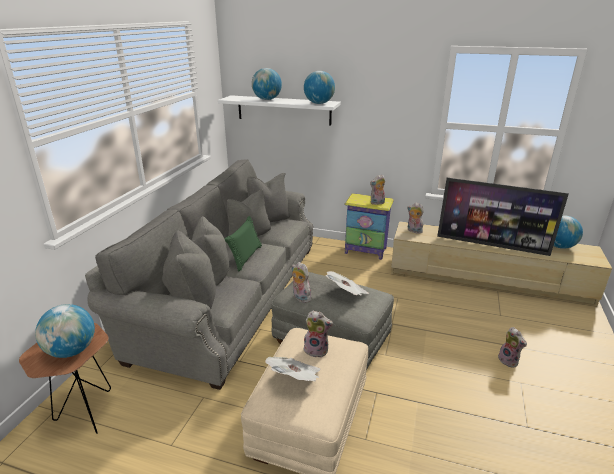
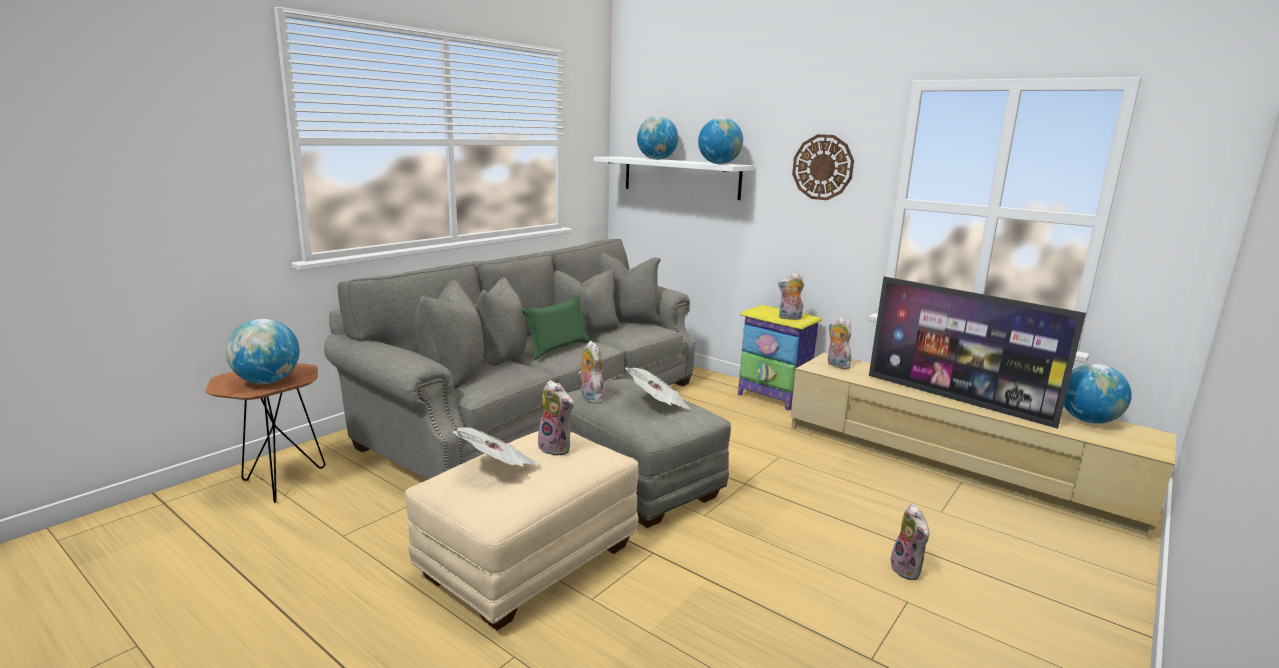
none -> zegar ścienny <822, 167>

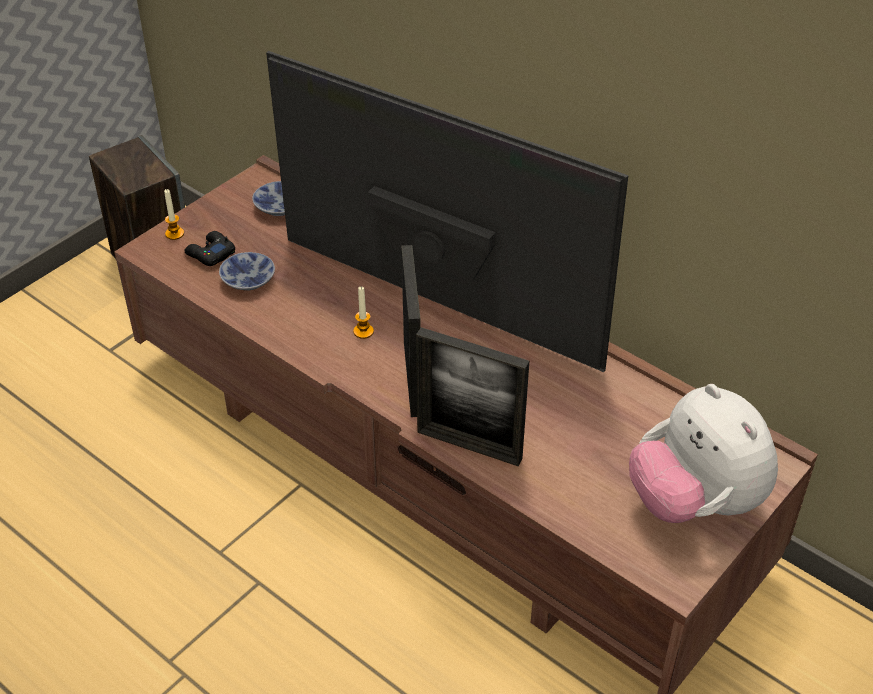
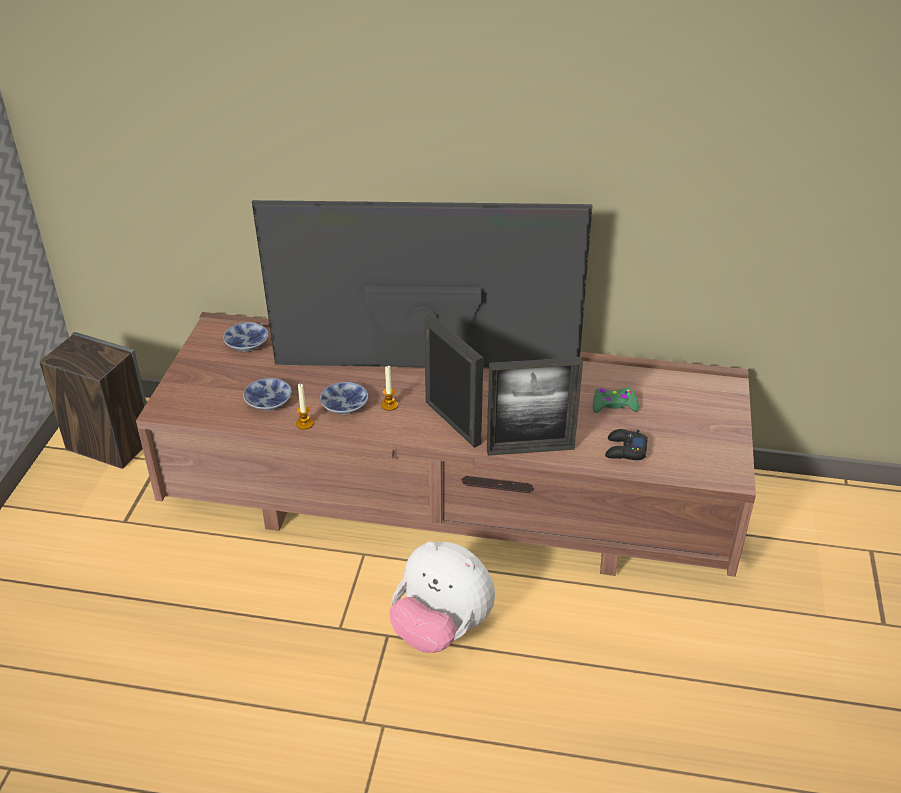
świeca <174, 234> -> świeca <304, 424>, moved
pad do gier [czarny] <210, 253> -> pad do gier [czarny] <625, 450>, moved
pluszak <695, 502> -> pluszak <441, 629>, moved
none -> miska <345, 407>
none -> pad do gier [zielony] <614, 405>

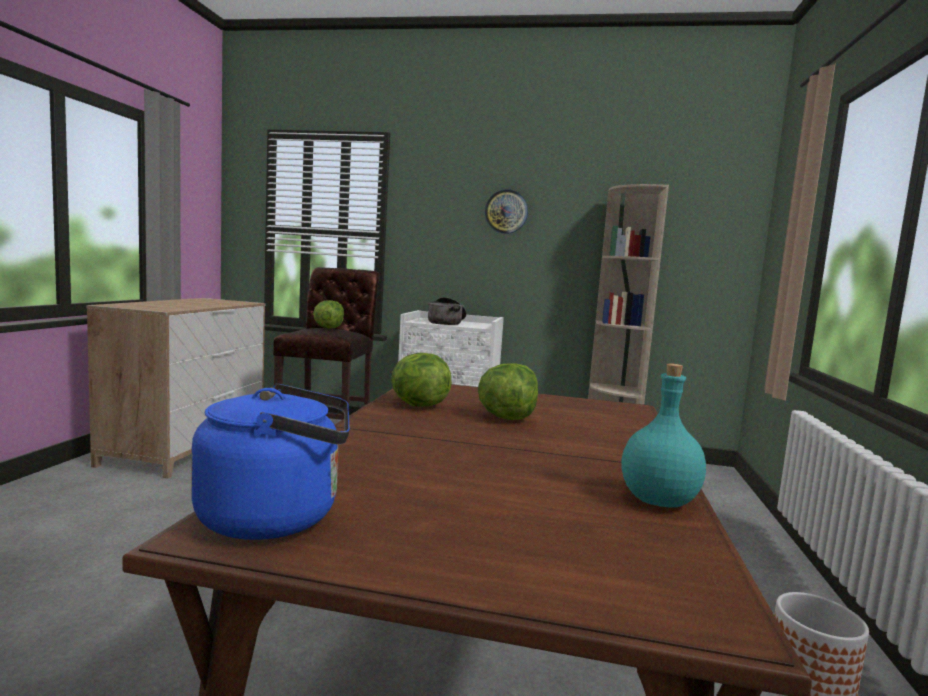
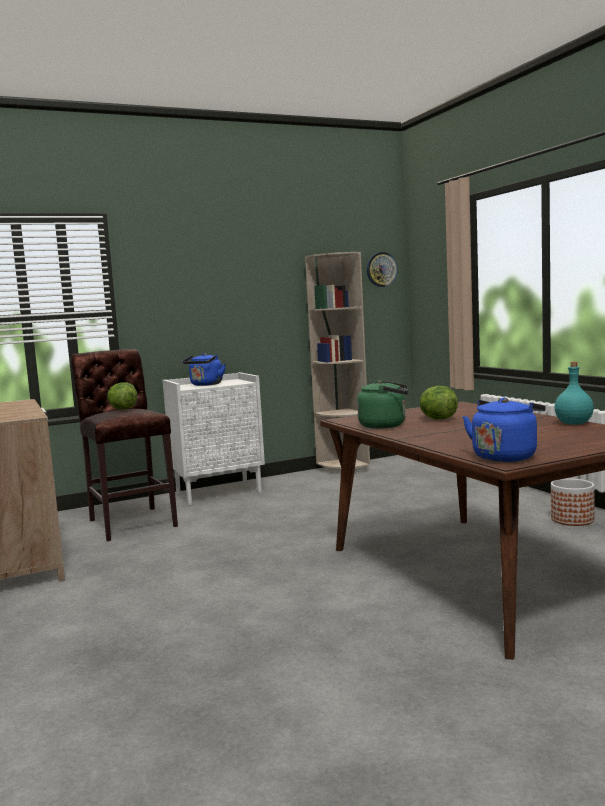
zegar ścienny <506, 211> -> zegar ścienny <381, 269>, moved
garnek <446, 322> -> czajnik [niebieski] <205, 385>
sałata <417, 405> -> czajnik [zielony] <385, 425>

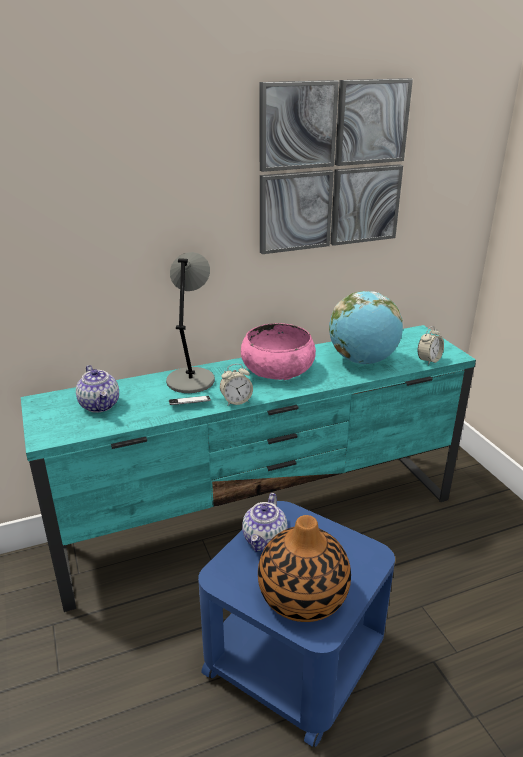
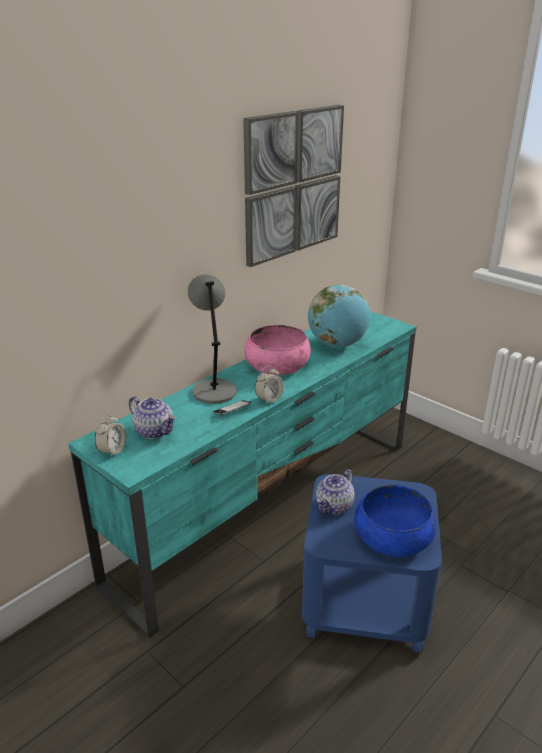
budzik <428, 360> -> budzik <112, 451>, moved
imbryk <265, 539> -> imbryk <334, 506>, 45 degrees clockwise
wazon <302, 596> -> miska [niebieski] <393, 536>

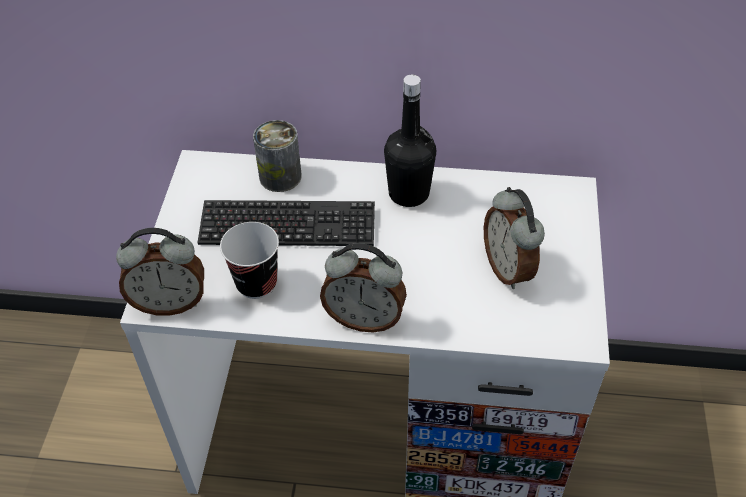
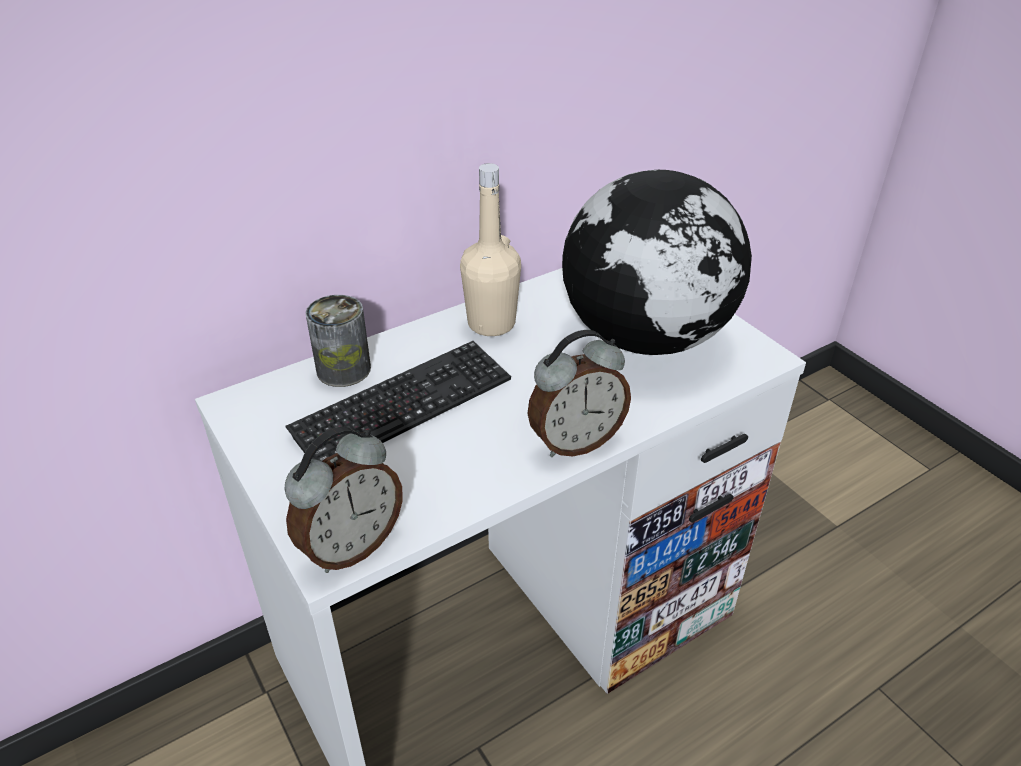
butelka [czarny] <409, 193> -> butelka [beżowy] <491, 323>
budzik <508, 268> -> globus <647, 336>
filiżanka <256, 283> -> none

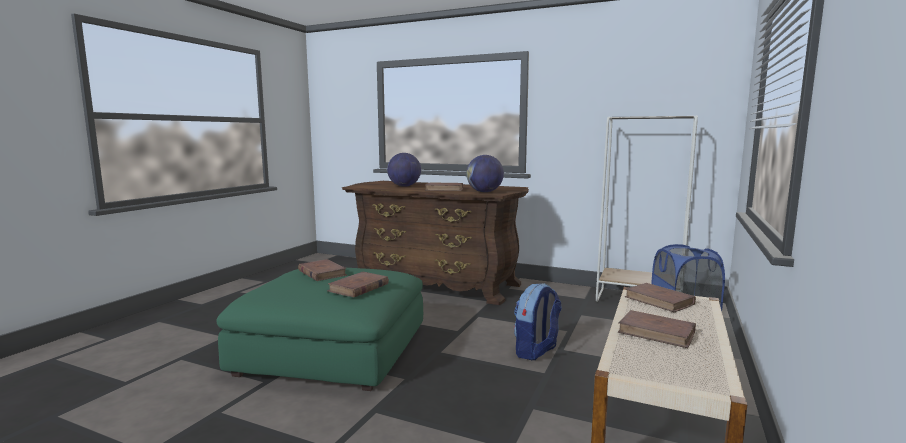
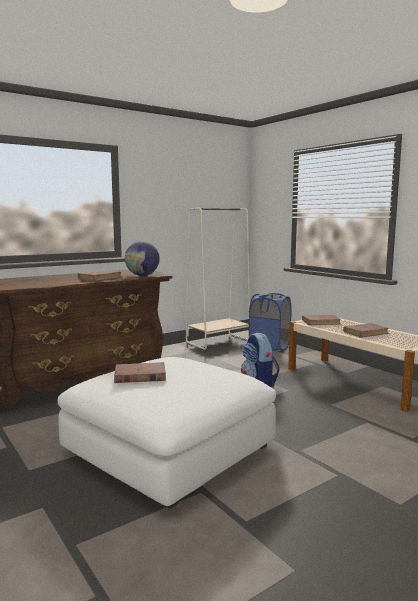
globus <404, 186> -> none
pufa [zielony] <333, 350> -> pufa [biały] <169, 448>
książka [brązowy] <358, 287> -> none

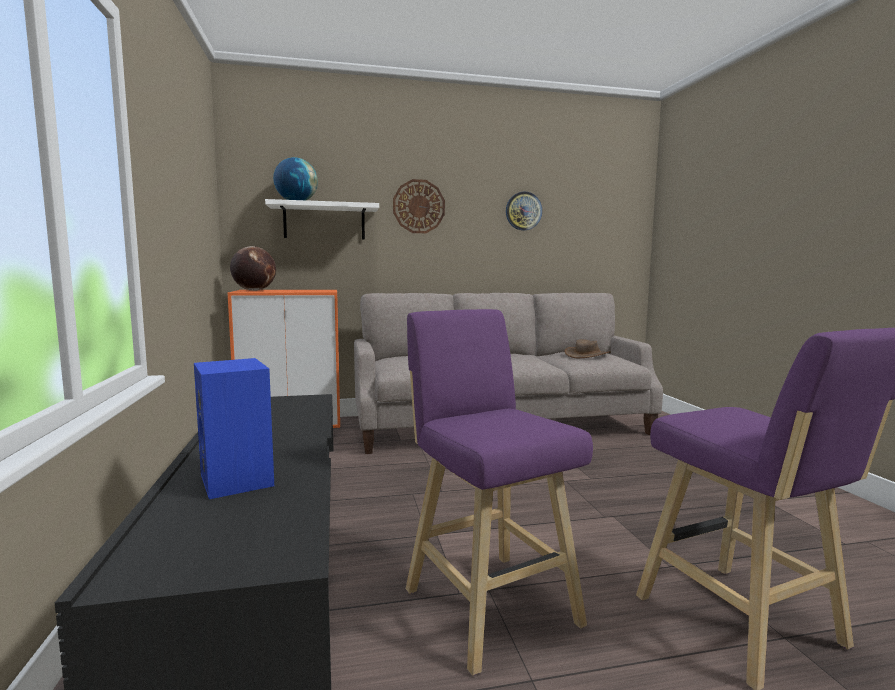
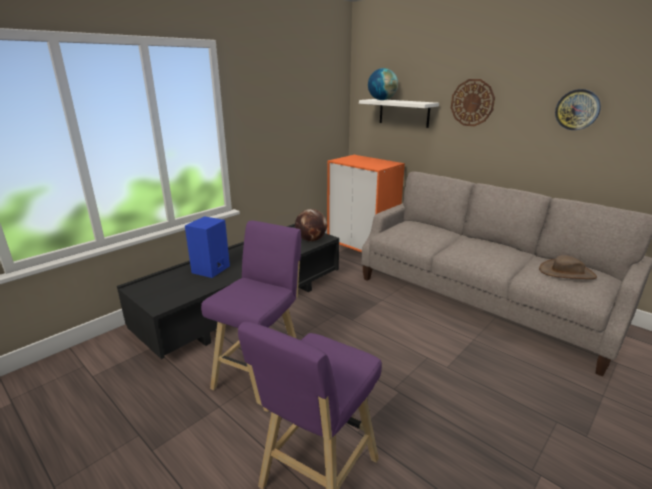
globus <254, 290> -> globus <311, 240>, moved

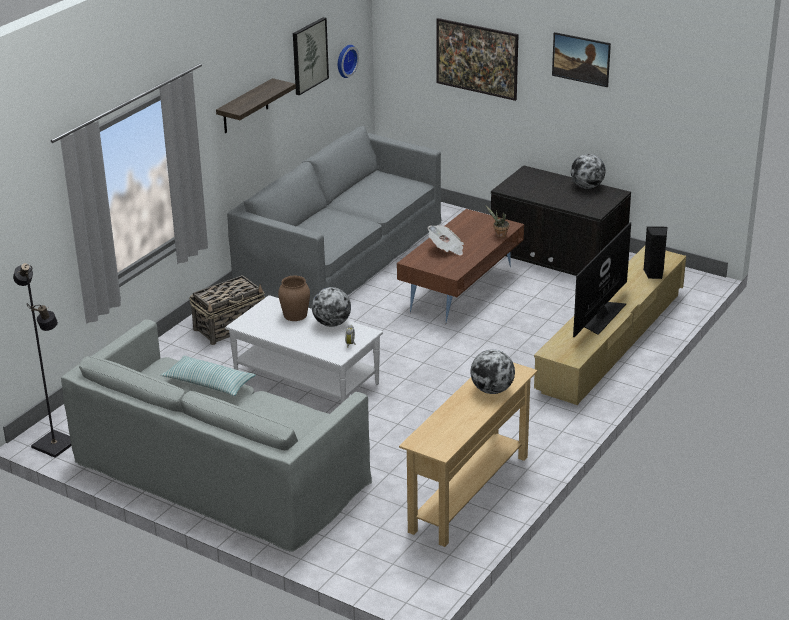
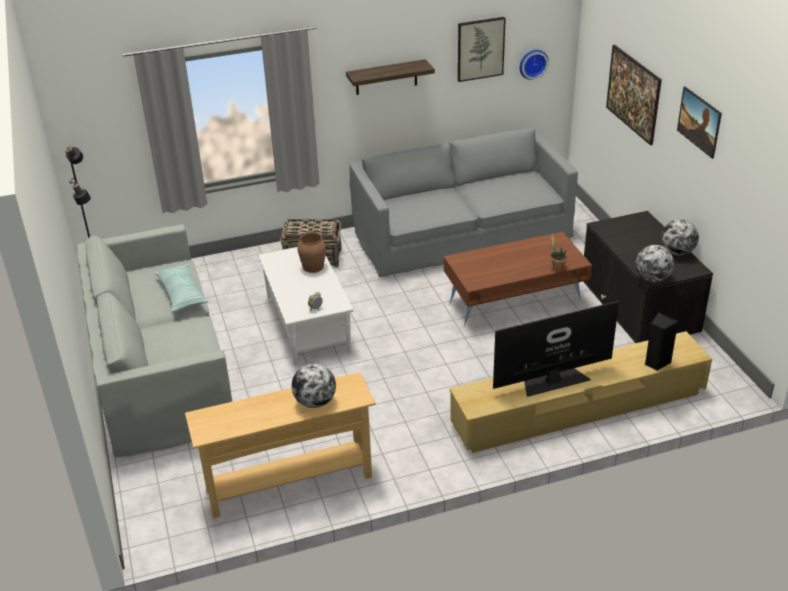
gazeta <446, 249> -> none
globus <332, 323> -> globus <652, 278>, moved

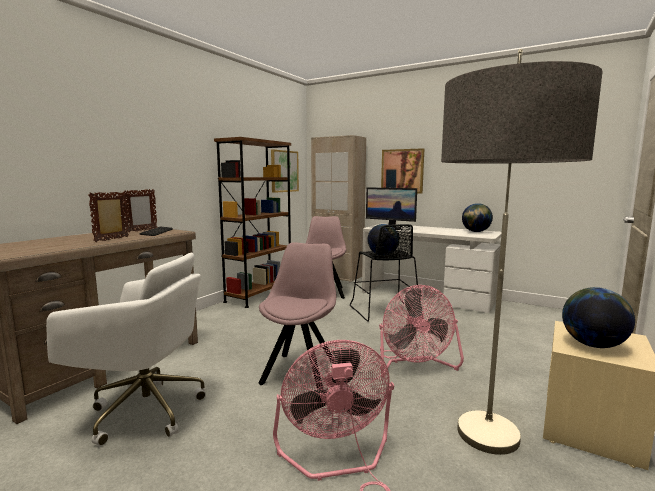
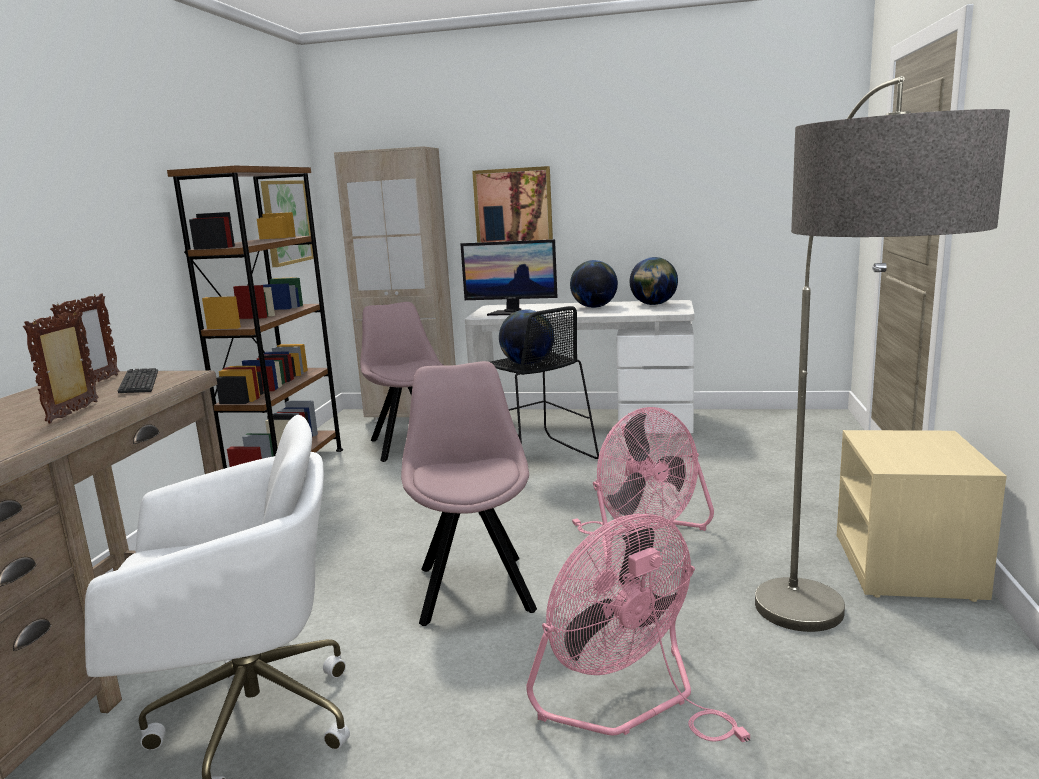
globus <593, 345> -> globus <594, 307>, moved

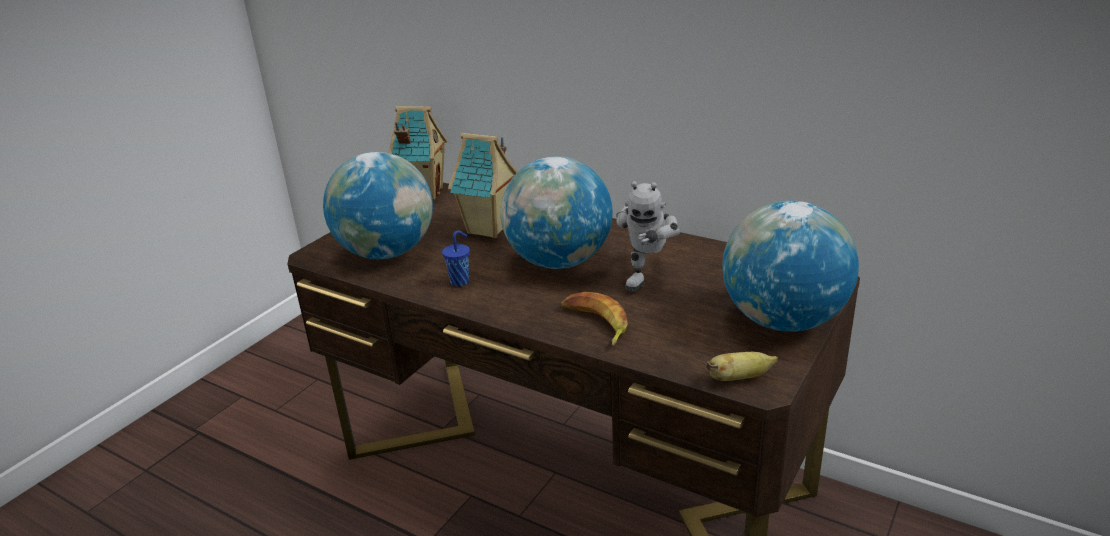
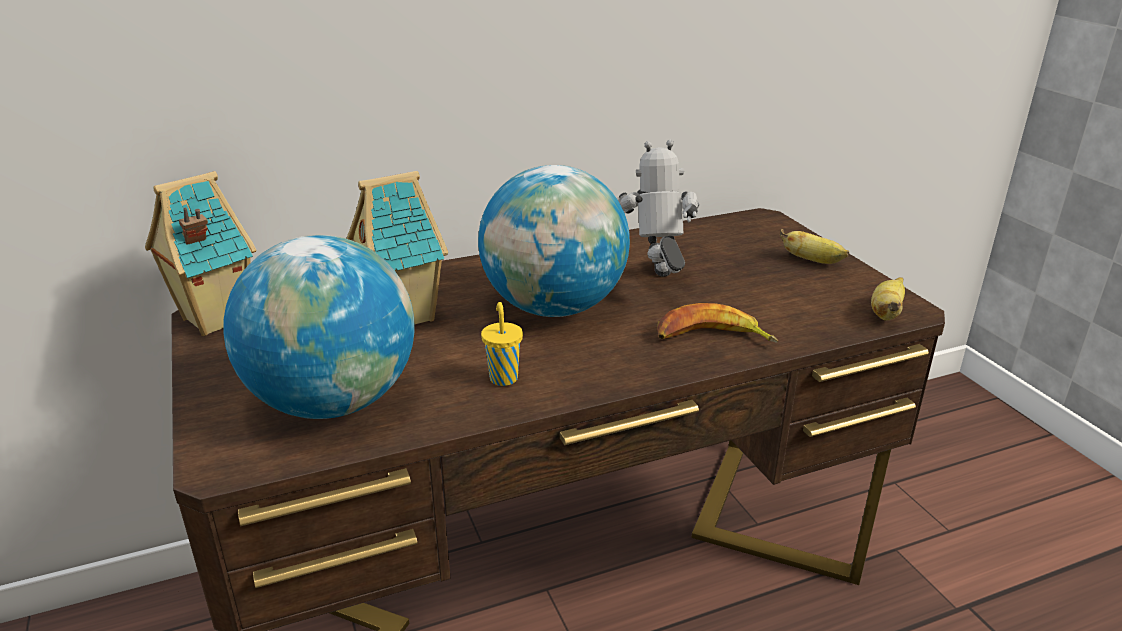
robot zabawkowy <647, 277> -> robot zabawkowy <658, 281>, 150 degrees counterclockwise
globus <783, 320> -> banan <812, 261>
filiżanka [niebieski] <460, 281> -> filiżanka [żółty] <503, 377>

